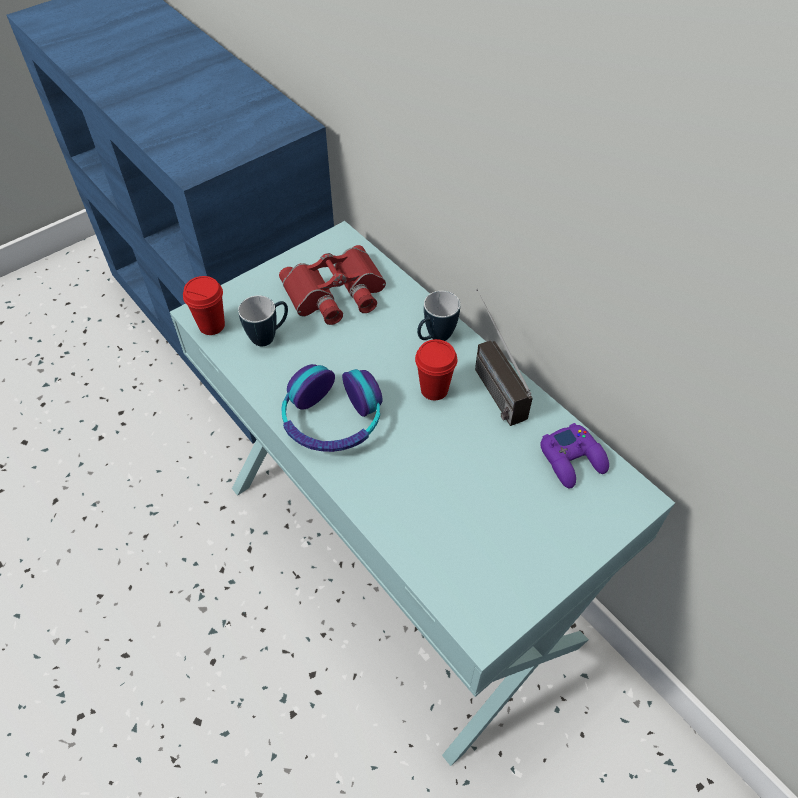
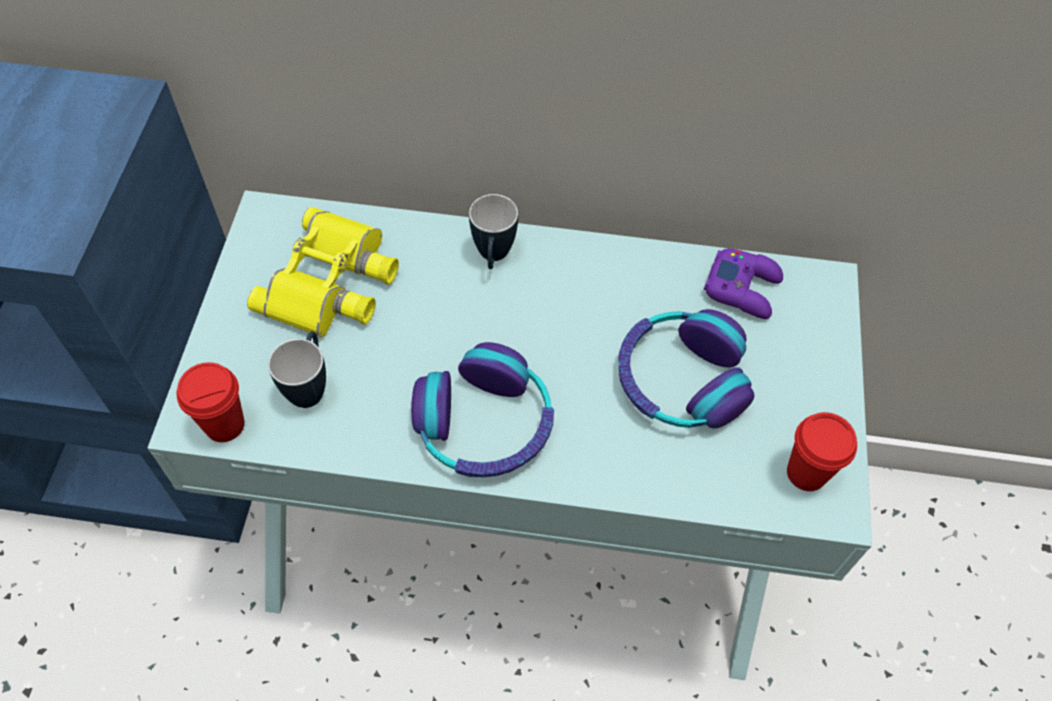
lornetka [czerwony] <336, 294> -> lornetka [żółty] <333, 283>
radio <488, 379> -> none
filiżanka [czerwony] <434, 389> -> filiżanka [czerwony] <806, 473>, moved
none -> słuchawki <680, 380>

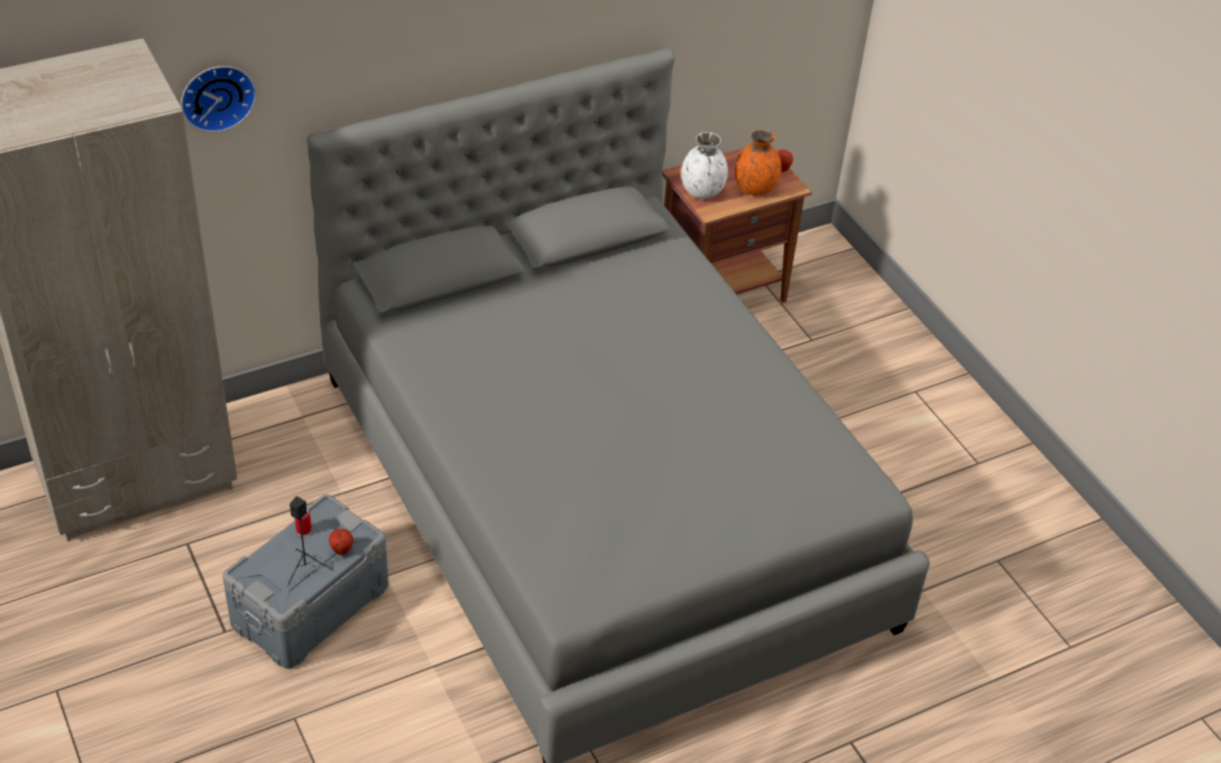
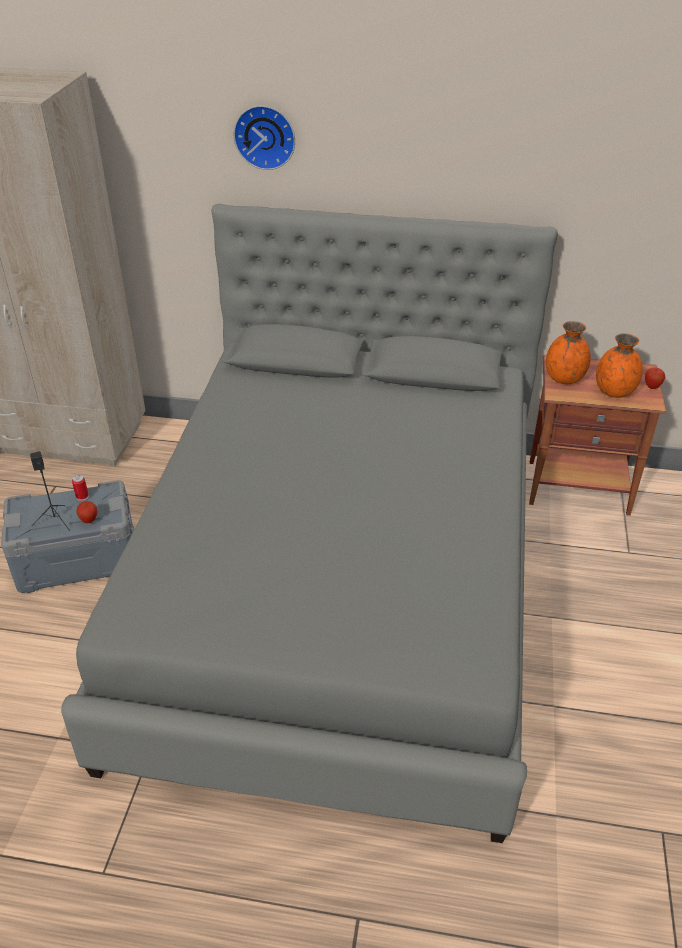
zegar ścienny <216, 95> -> zegar ścienny <265, 136>, moved
wazon [biały] <702, 191> -> wazon [pomarańczowy] <564, 379>

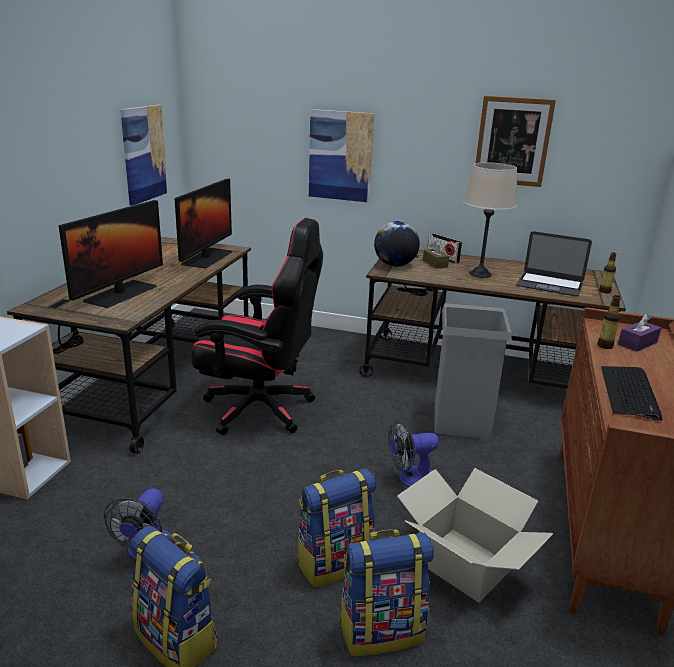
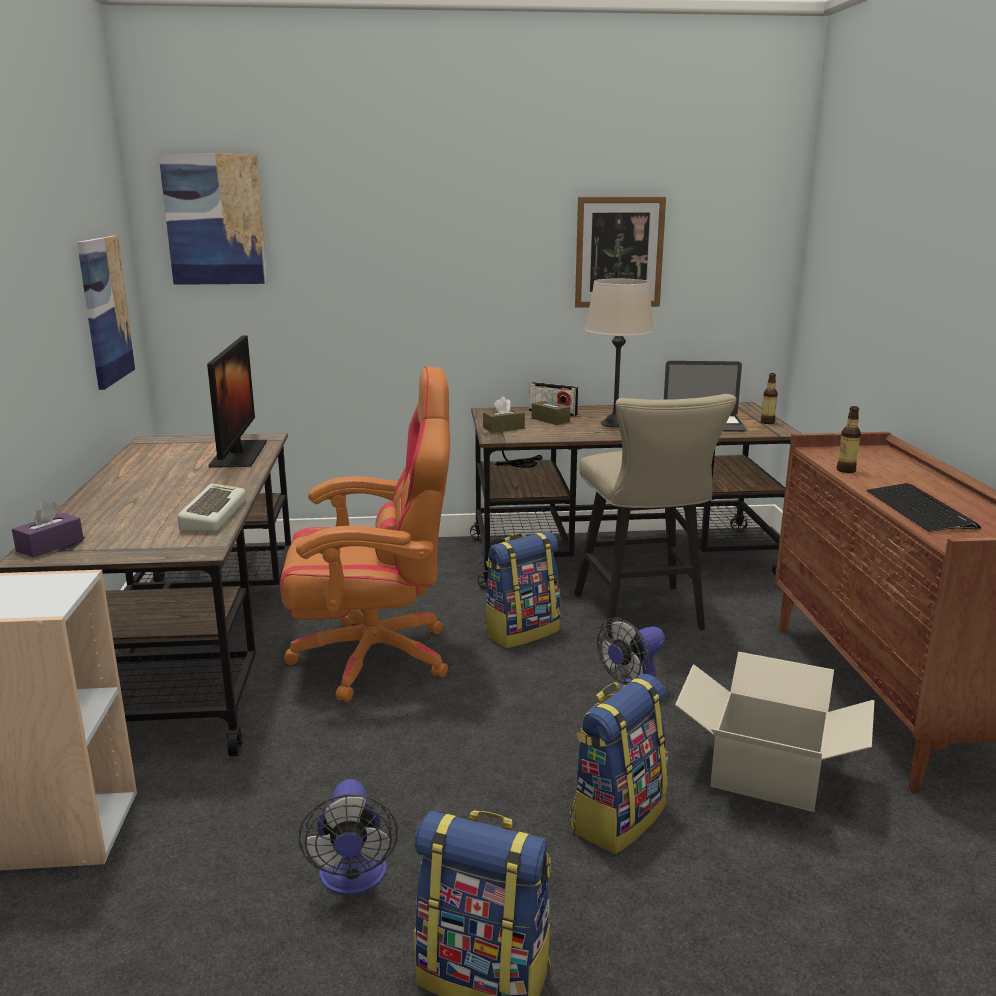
obraz <340, 156> -> obraz <215, 220>, moved
monitor <121, 294> -> none
krzesło biurowe [czarny] <258, 409> -> krzesło biurowe [pomarańczowy] <373, 657>
globus <395, 265> -> pudełko chusteczek [brązowy] <503, 428>
kosz na śmieci [szary] <461, 421> -> stołek [beżowy] <642, 615>
pudełko chusteczek [fioletowy] <637, 343> -> pudełko chusteczek [fioletowy] <50, 545>, moved
plecak <382, 630> -> plecak <521, 632>, moved
none -> klawiatura <212, 515>

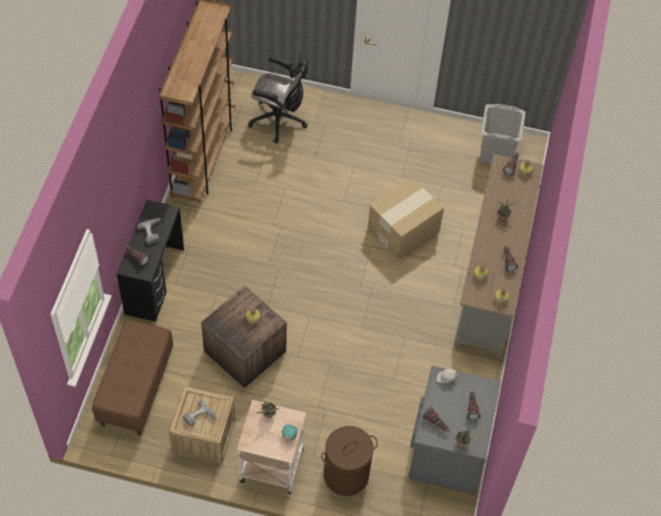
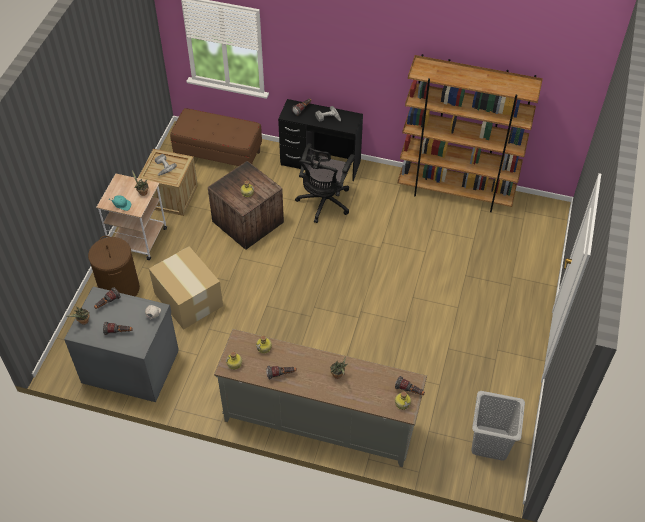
krzesło biurowe <278, 120> -> krzesło biurowe <324, 202>, moved
karton <404, 230> -> karton <188, 300>, moved

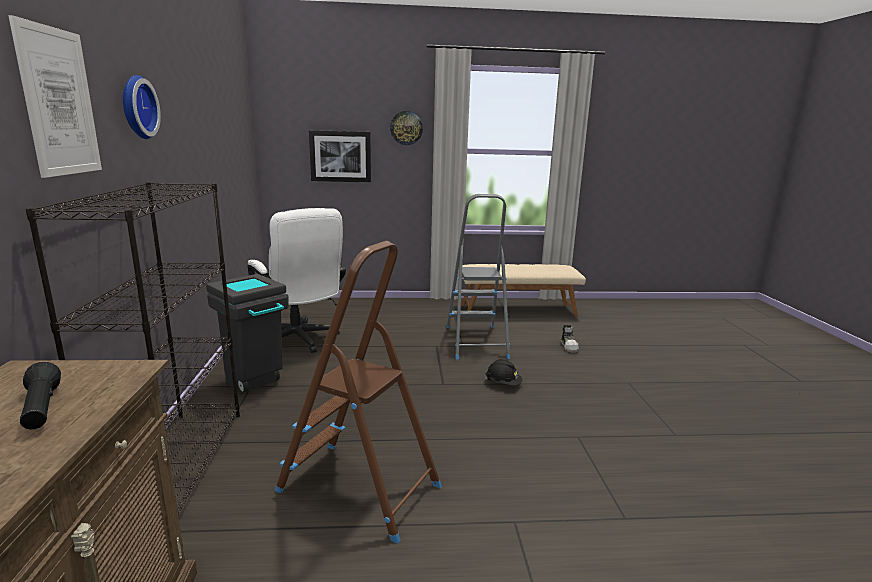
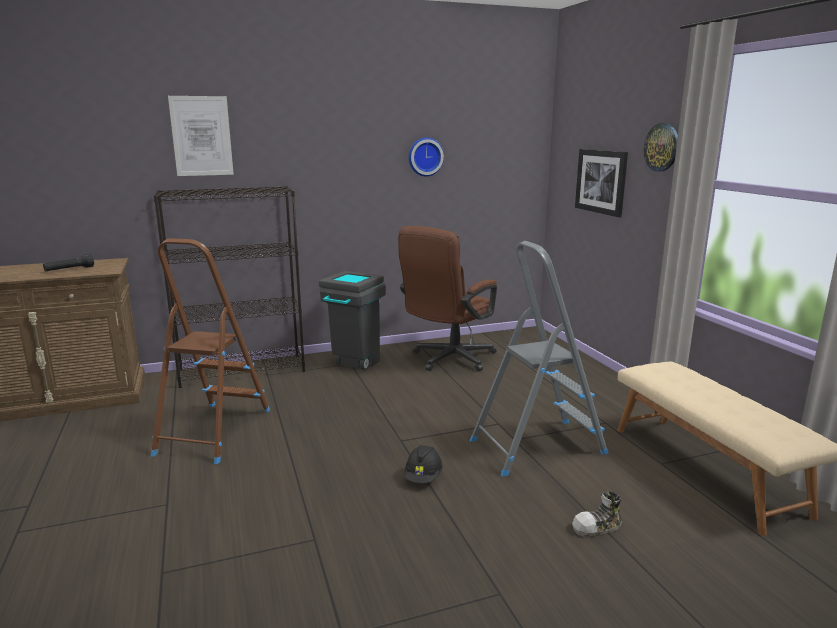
zegar ścienny <136, 107> -> zegar ścienny <425, 156>, moved
krzesło biurowe [biały] <299, 341> -> krzesło biurowe [brązowy] <448, 360>

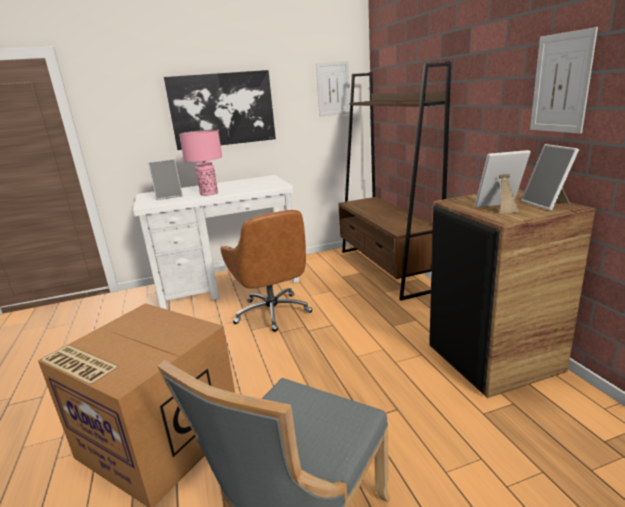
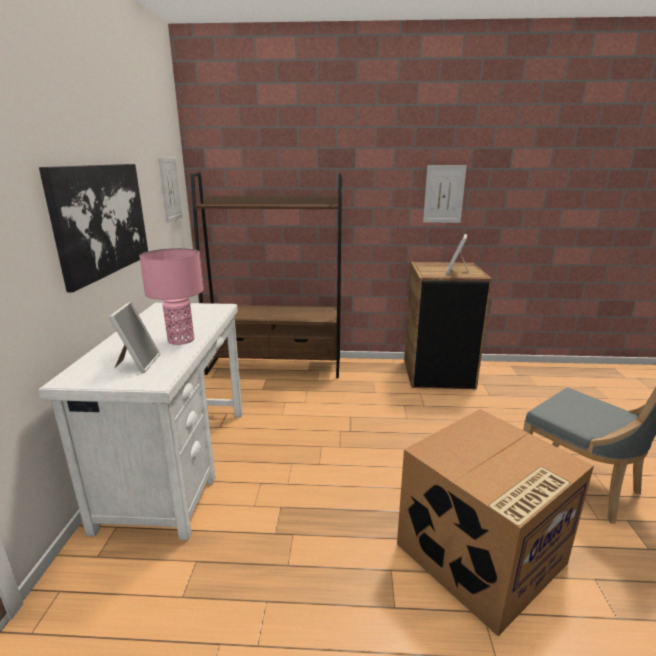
ramka na zdjęcie <547, 204> -> none
krzesło biurowe [brązowy] <272, 312> -> none

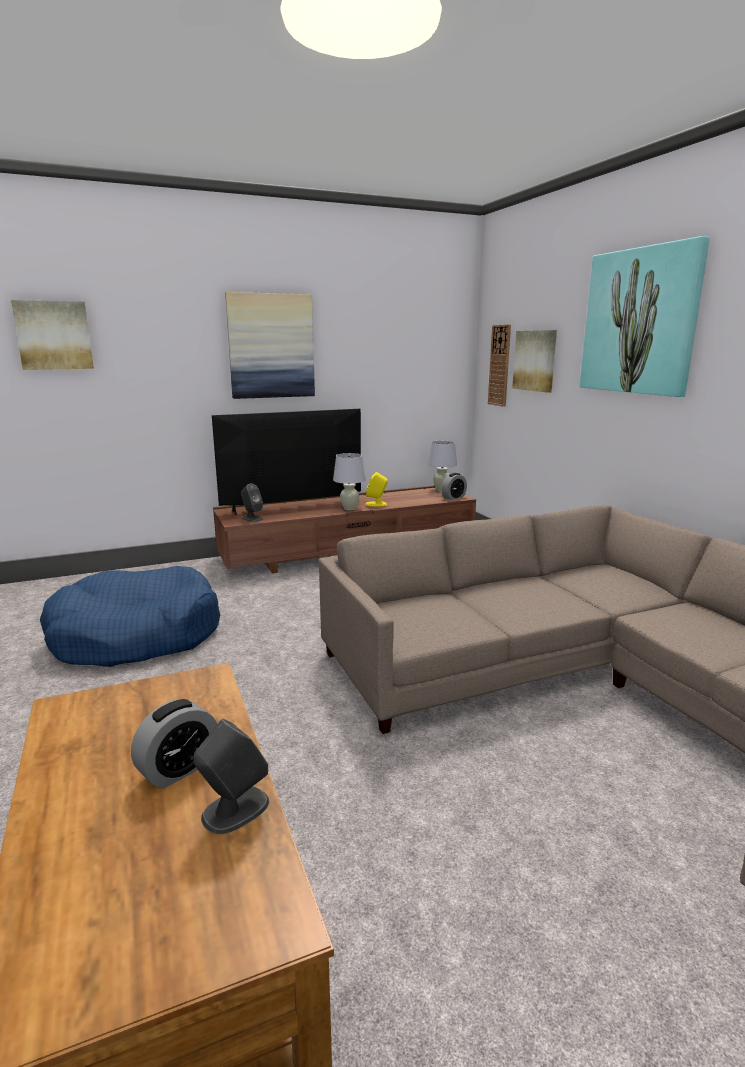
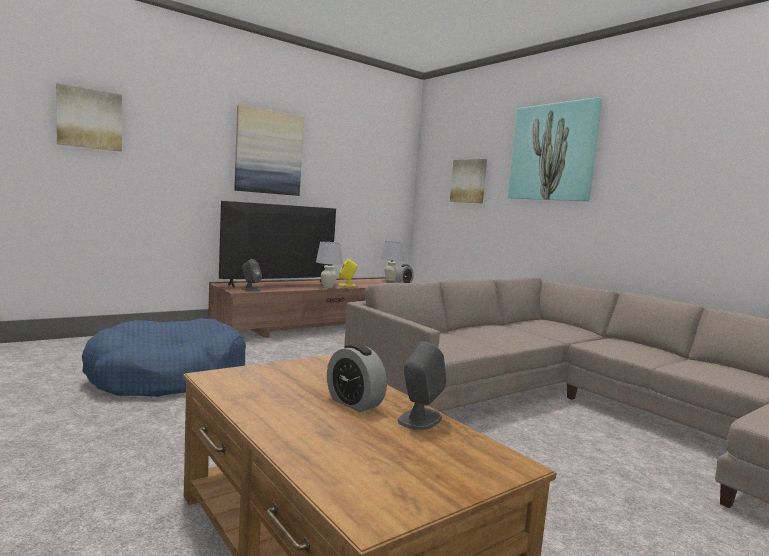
zegar ścienny <499, 365> -> none
budzik <179, 769> -> budzik <354, 403>, 105 degrees clockwise

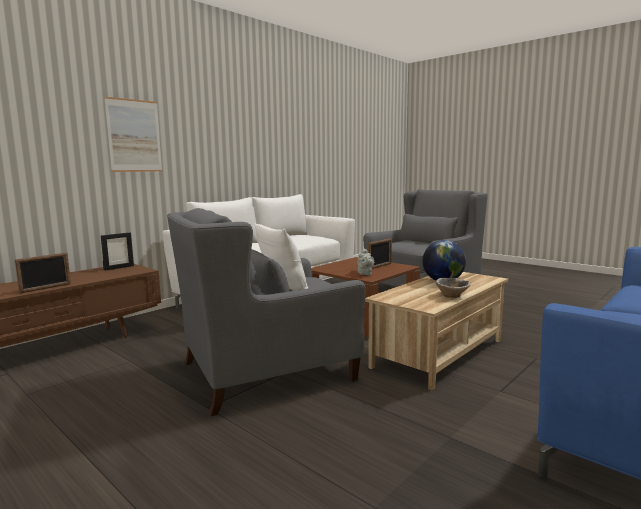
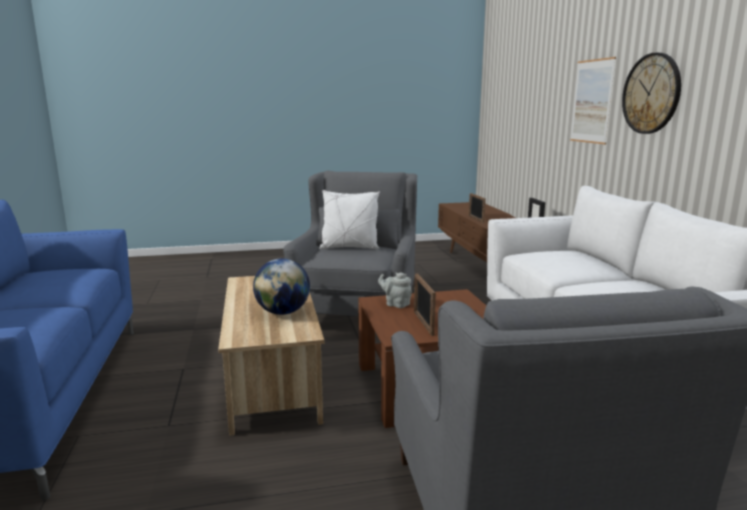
miska <451, 296> -> none
none -> zegar ścienny <651, 94>

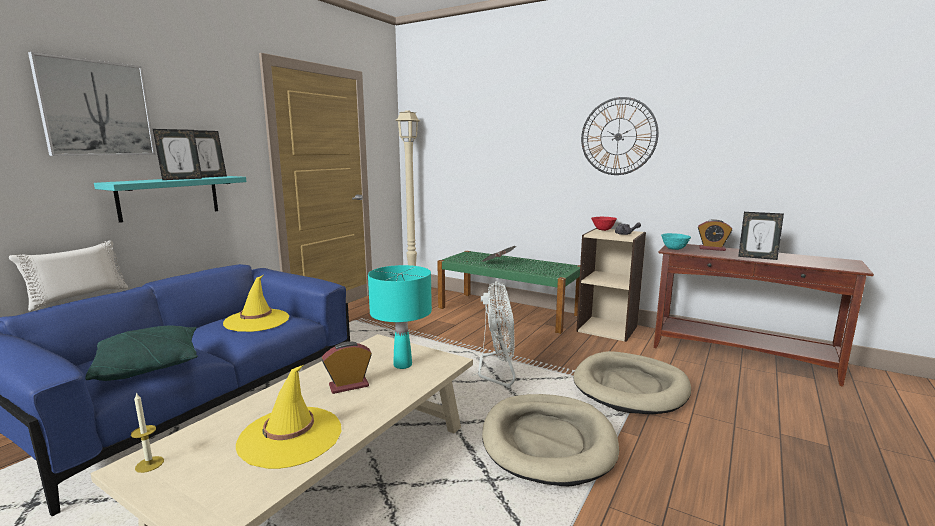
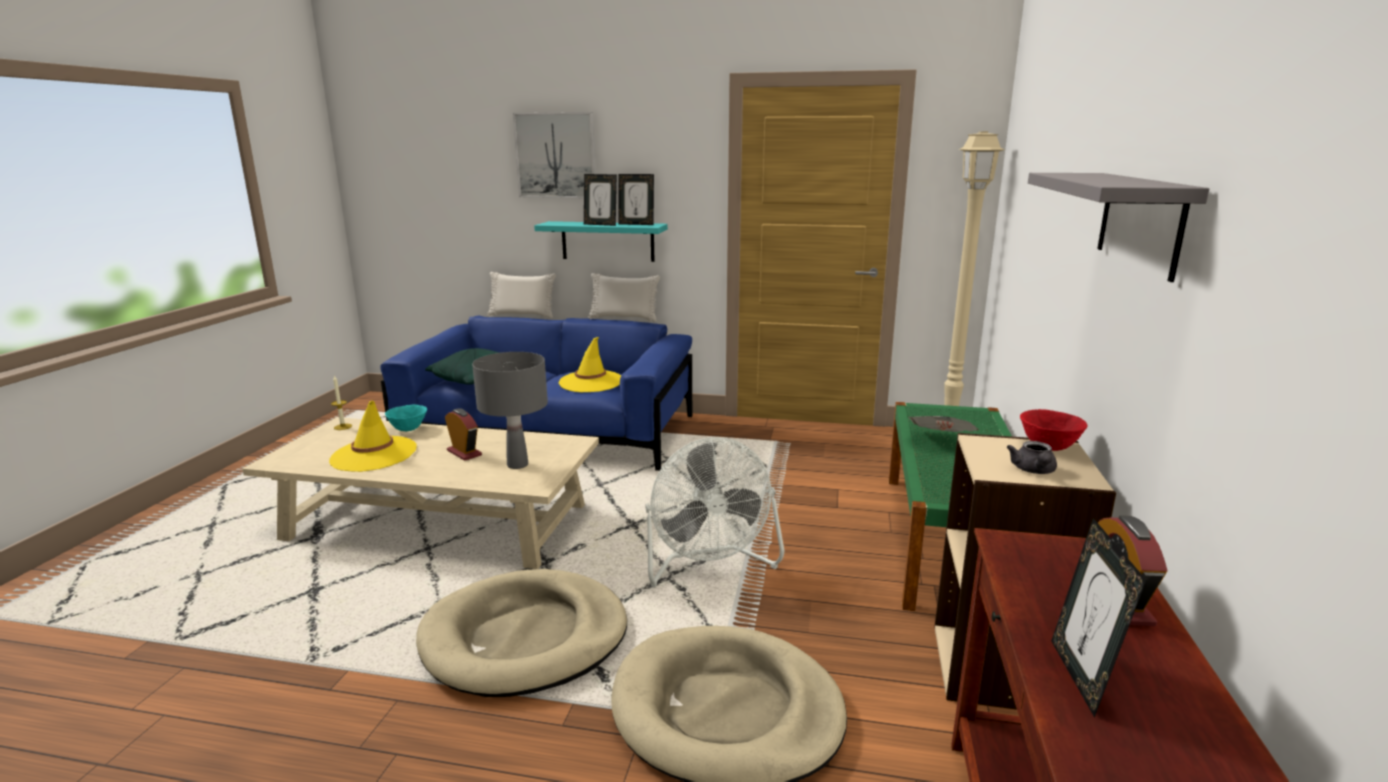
zegar ścienny <618, 136> -> półka [szary] <1139, 222>
miska [turkusowy] <674, 249> -> miska [turkusowy] <409, 429>, moved
lampa stołowa [turkusowy] <403, 365> -> lampa stołowa [szary] <517, 465>
none -> poduszka [biały] <624, 319>

